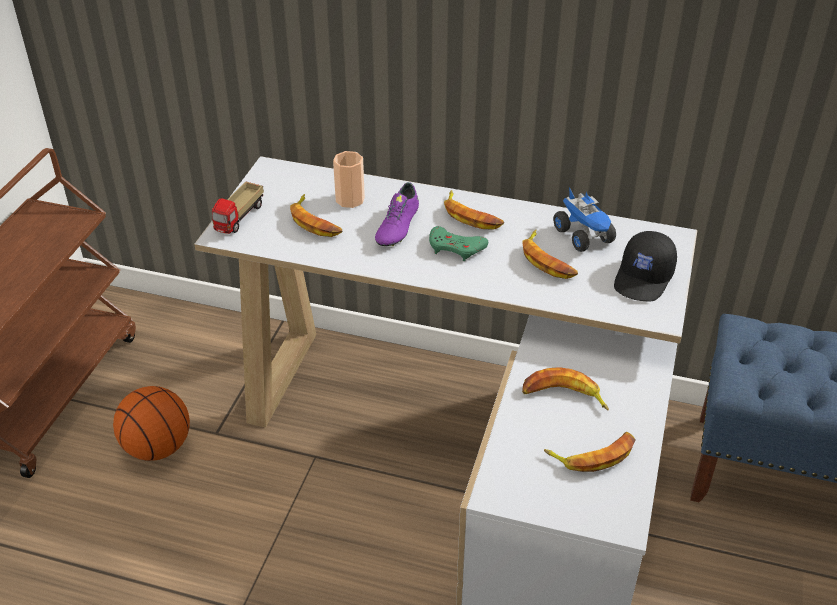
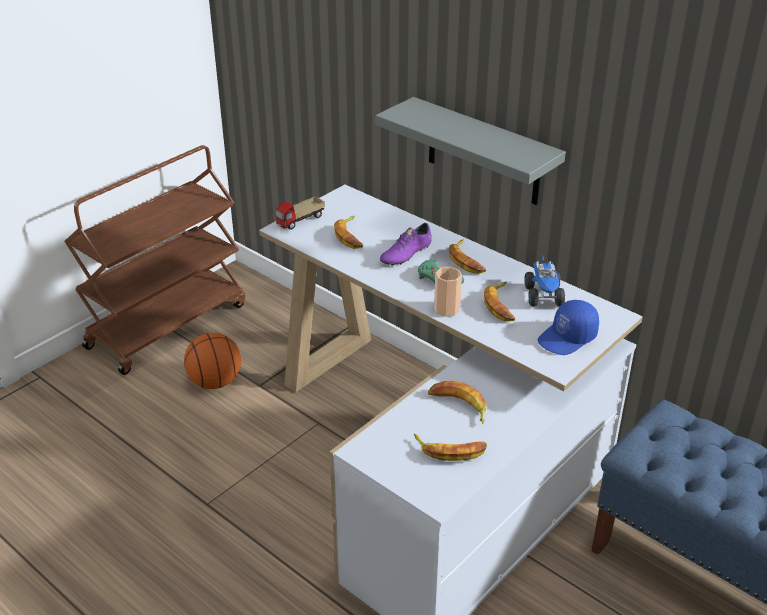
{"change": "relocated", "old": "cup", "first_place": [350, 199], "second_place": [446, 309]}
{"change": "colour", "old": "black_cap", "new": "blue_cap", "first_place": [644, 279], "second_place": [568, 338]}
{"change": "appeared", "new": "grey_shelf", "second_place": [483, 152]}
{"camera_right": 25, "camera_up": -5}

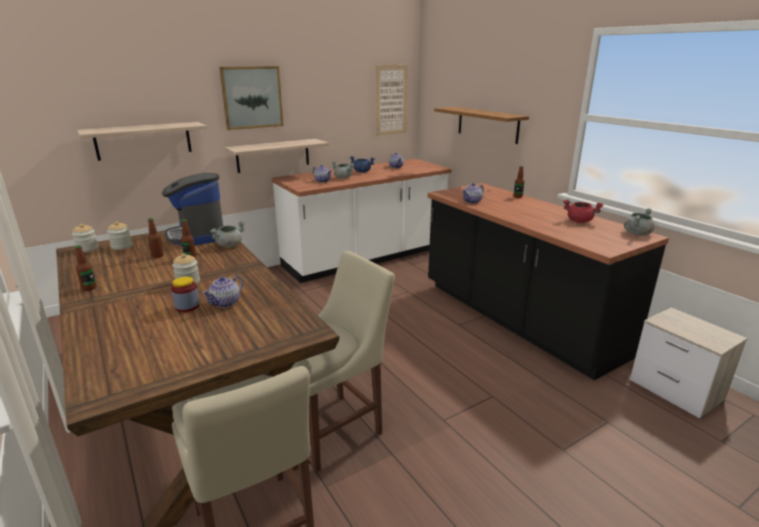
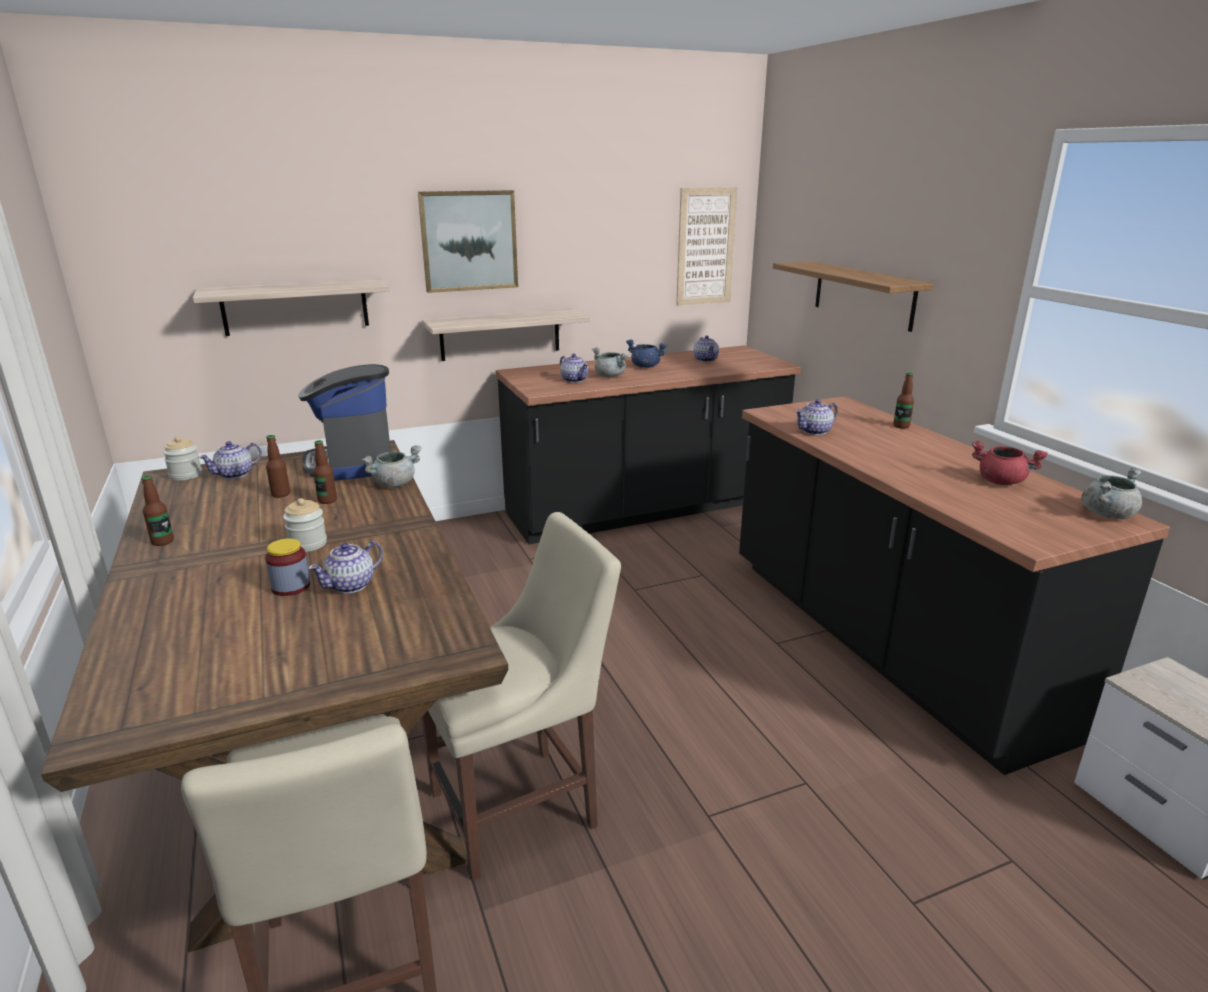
{"change": "colour", "old": "white_counter", "new": "black_counter", "first_place": [366, 258], "second_place": [646, 509]}
{"change": "exchanged", "old": "jar", "new": "teapot", "first_place": [121, 246], "second_place": [235, 474]}
{"camera_right": 10, "camera_up": 0}

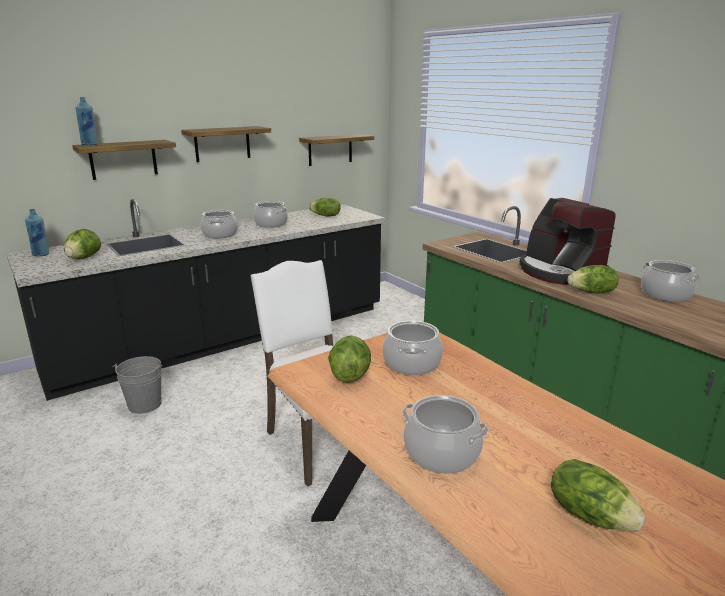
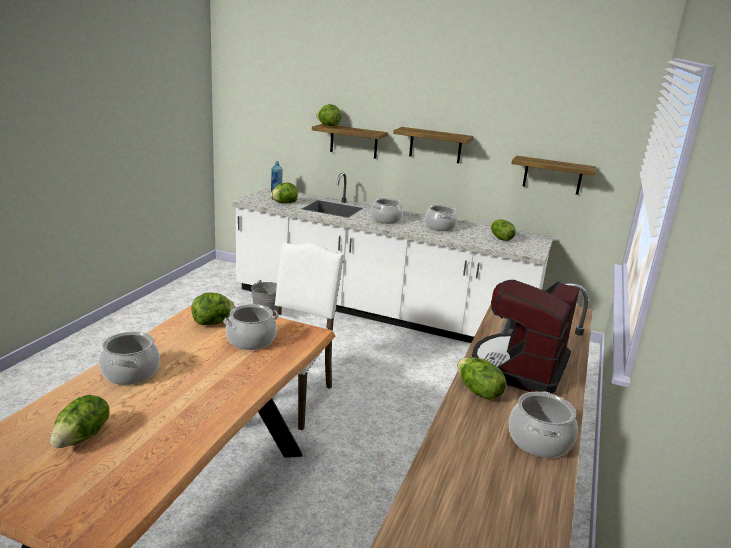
{"change": "exchanged", "old": "blue_bottle", "new": "lettuce", "first_place": [90, 145], "second_place": [328, 125]}
{"change": "colour", "old": "black_counter", "new": "white_counter", "first_place": [227, 339], "second_place": [380, 312]}
{"camera_right": 55, "camera_up": 0}

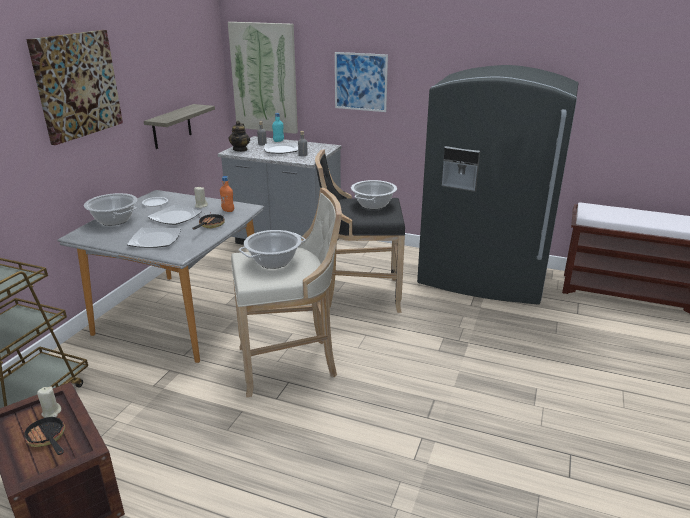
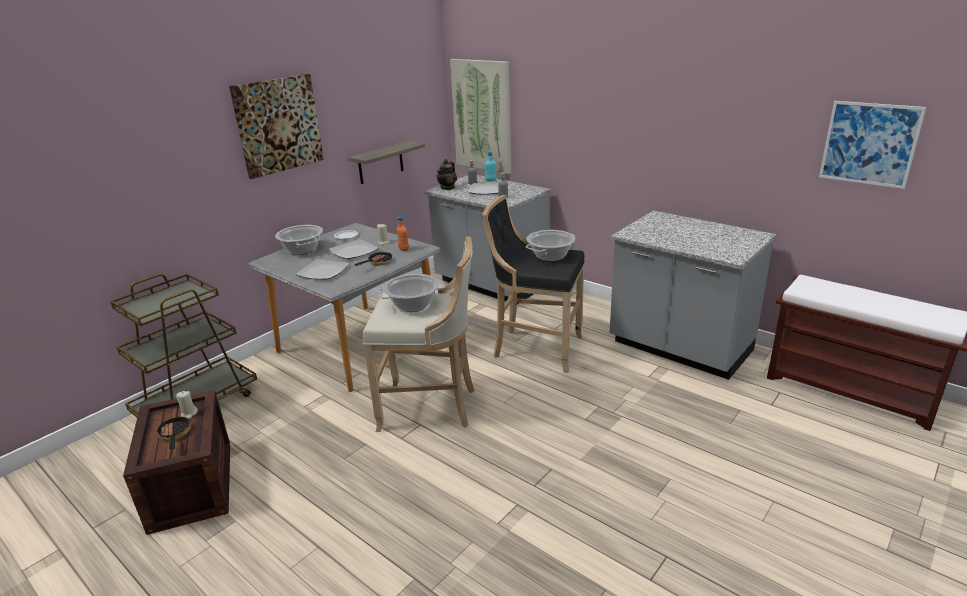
{"change": "relocated", "old": "picture", "first_place": [360, 82], "second_place": [869, 144]}
{"change": "exchanged", "old": "grey_fridge", "new": "grey_counter", "first_place": [482, 278], "second_place": [679, 348]}
{"camera_right": 20, "camera_up": 0}

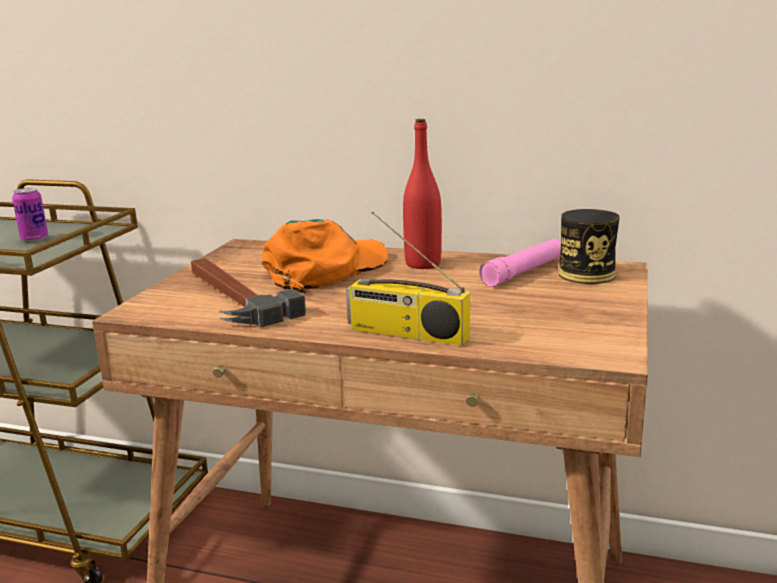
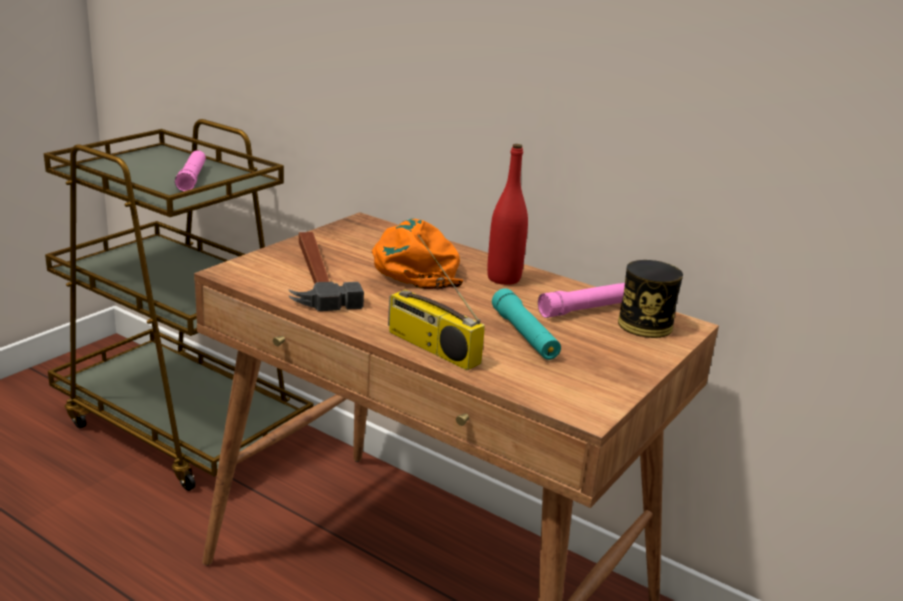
{"change": "exchanged", "old": "can", "new": "pink_flashlight", "first_place": [34, 238], "second_place": [192, 178]}
{"change": "spun", "old": "orange_cap", "first_place": [325, 269], "second_place": [413, 265], "degrees": -75}
{"change": "appeared", "new": "turquoise_flashlight", "second_place": [524, 335]}
{"camera_right": 15, "camera_up": 5}

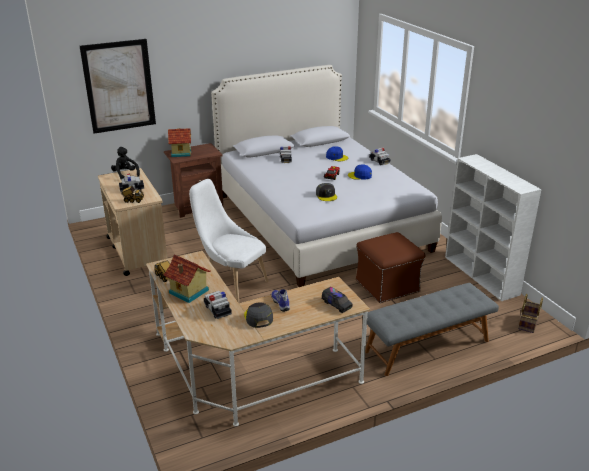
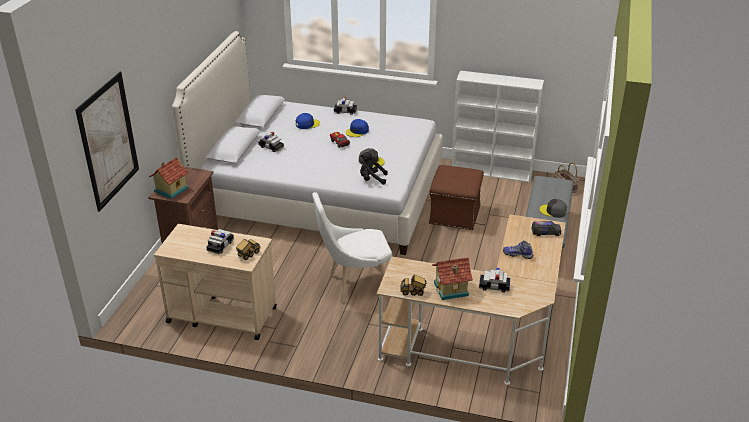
{"change": "relocated", "old": "black_plush_toy", "first_place": [125, 174], "second_place": [372, 179]}
{"change": "relocated", "old": "grey_cap", "first_place": [258, 317], "second_place": [553, 211]}
{"camera_right": -50, "camera_up": 5}

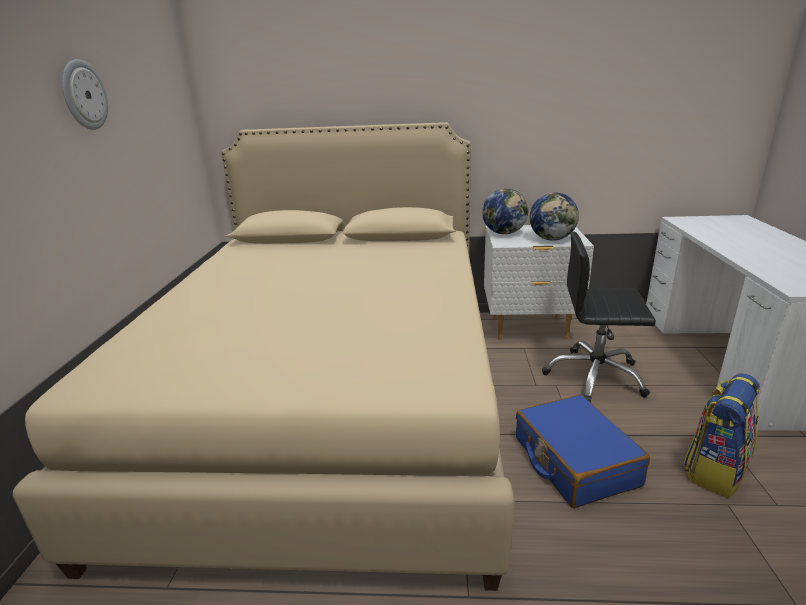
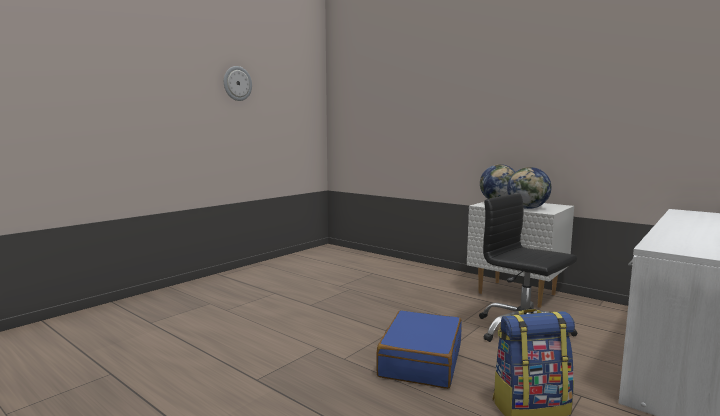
{"change": "missing", "old": "beige_bed", "first_place": [332, 402]}
{"camera_right": 35, "camera_up": -15}

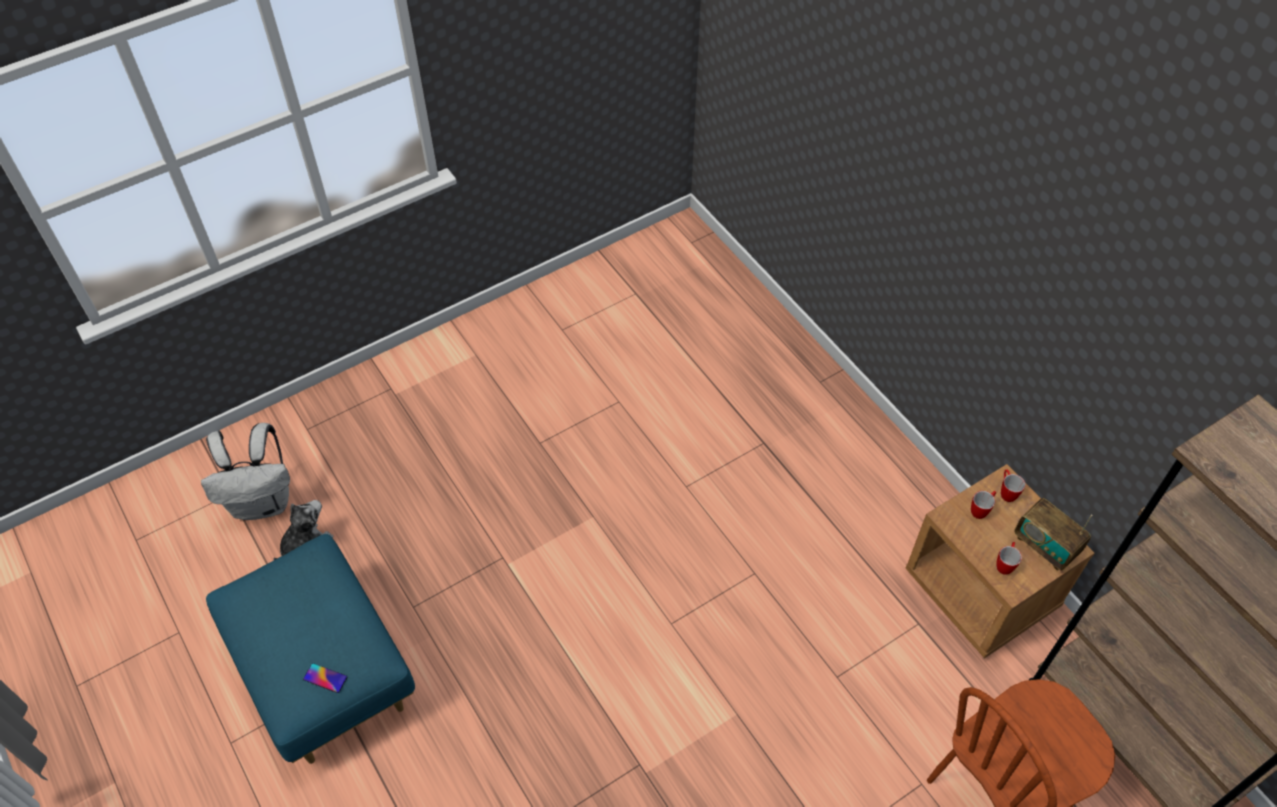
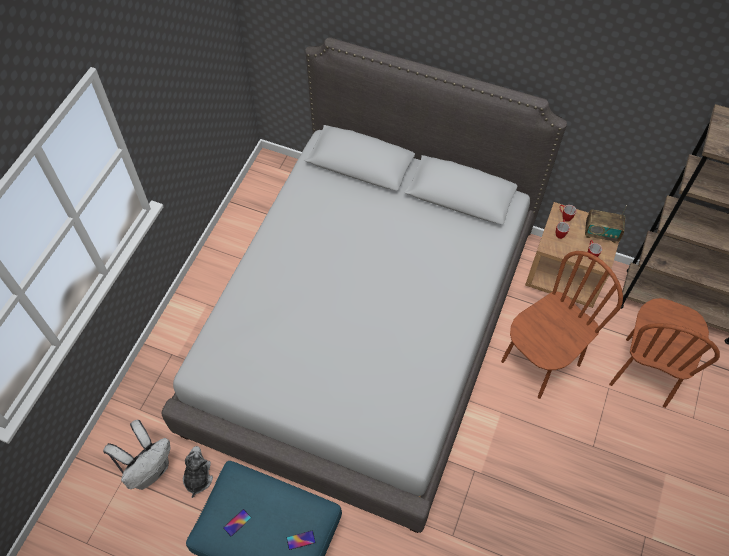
{"change": "appeared", "new": "grey_bed", "second_place": [365, 331]}
{"change": "appeared", "new": "brown_chair", "second_place": [540, 362]}
{"change": "appeared", "new": "phone", "second_place": [237, 522]}
{"camera_right": -35, "camera_up": 5}

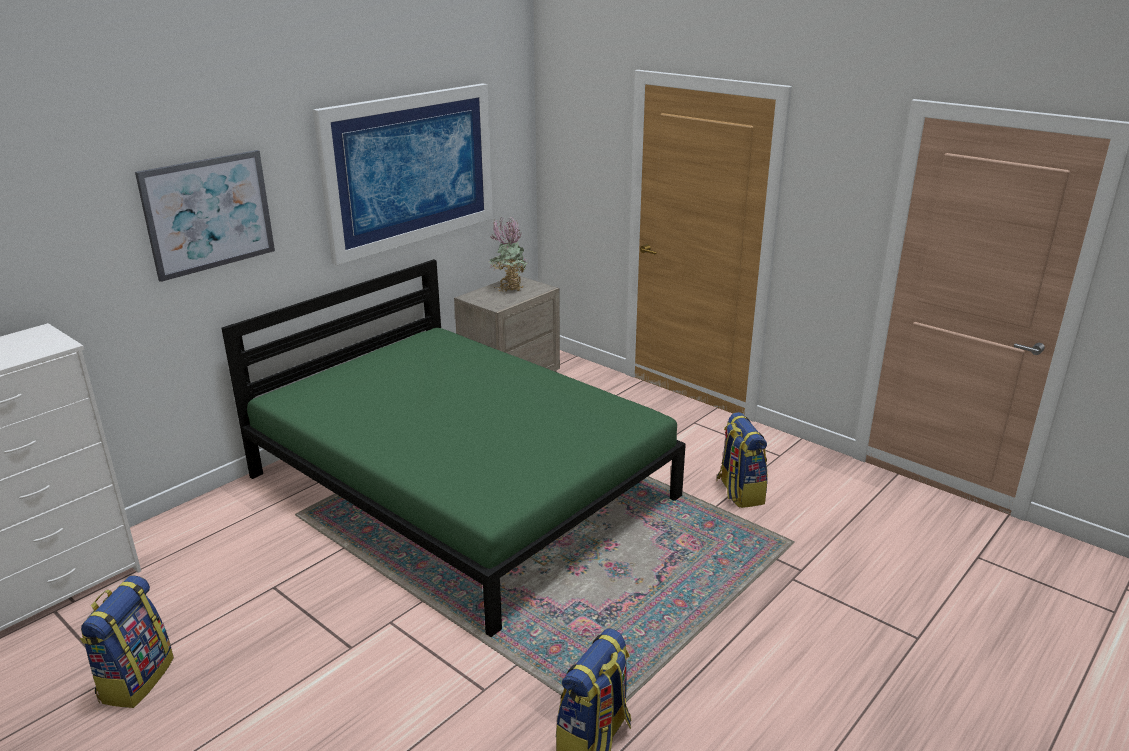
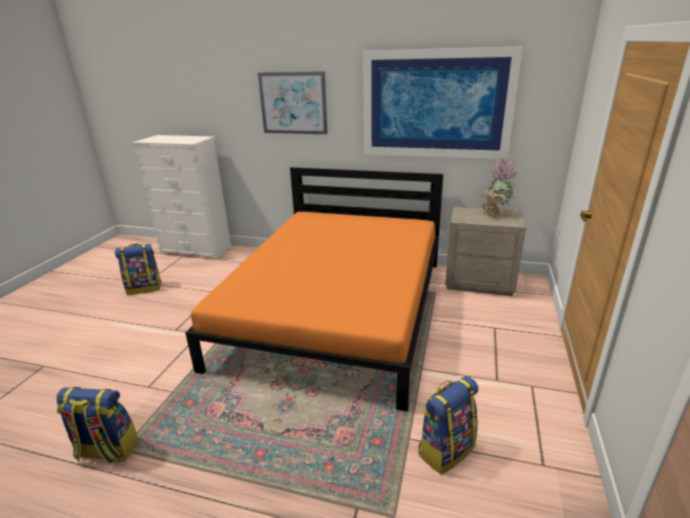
{"change": "colour", "old": "green_bed", "new": "orange_bed", "first_place": [462, 485], "second_place": [338, 309]}
{"camera_right": 65, "camera_up": 0}

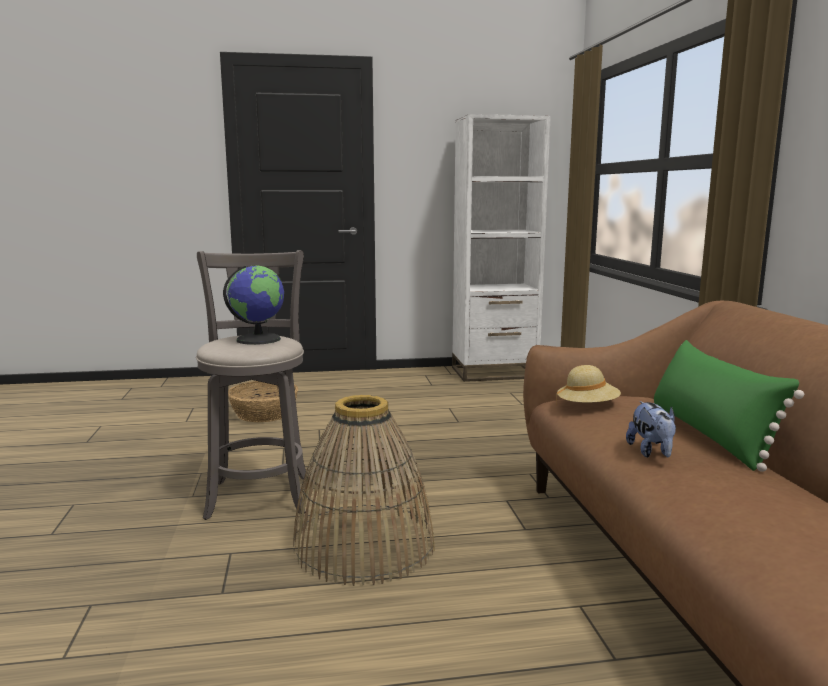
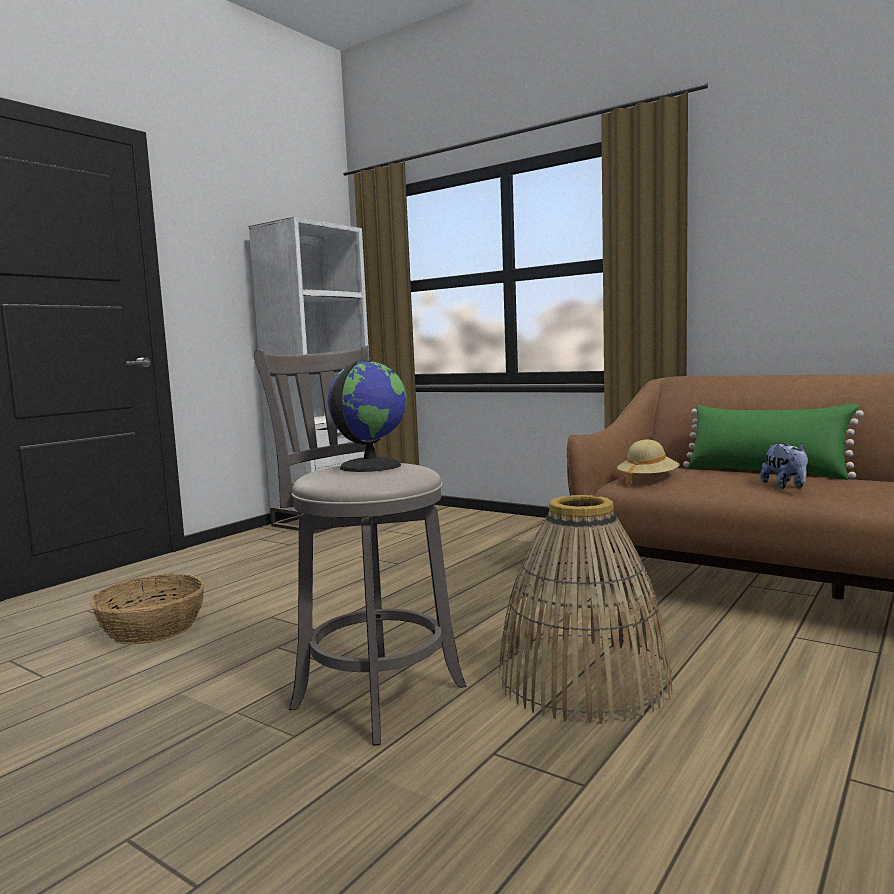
{"change": "spun", "old": "plush_toy", "first_place": [651, 452], "second_place": [785, 486], "degrees": 45}
{"camera_right": -45, "camera_up": -5}

